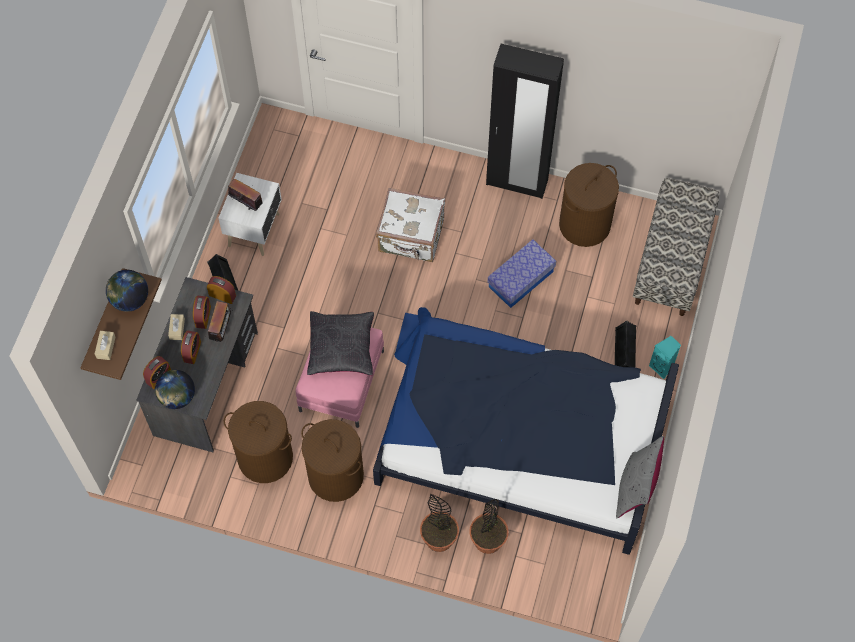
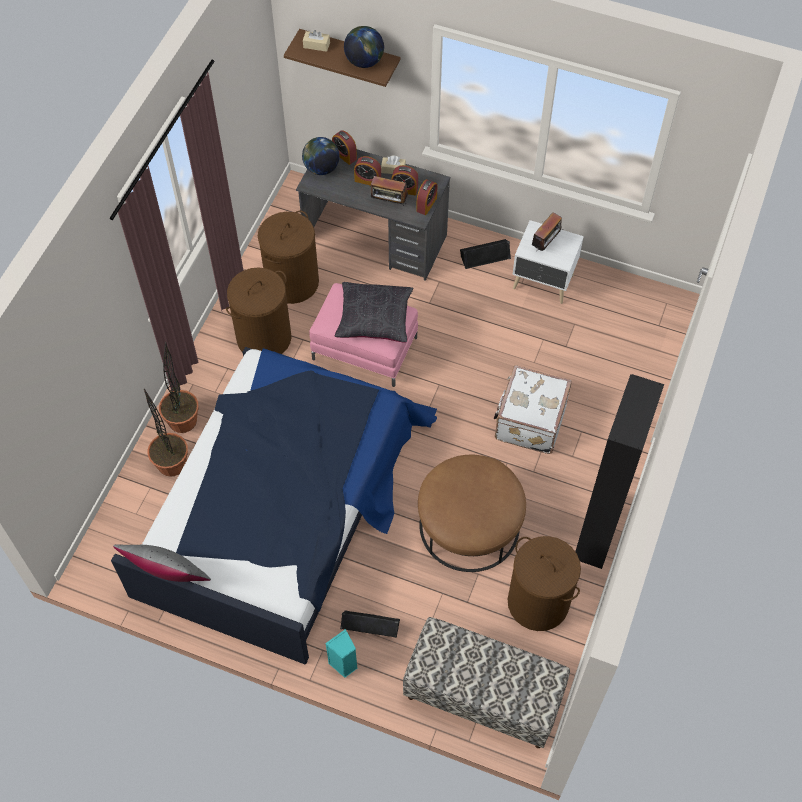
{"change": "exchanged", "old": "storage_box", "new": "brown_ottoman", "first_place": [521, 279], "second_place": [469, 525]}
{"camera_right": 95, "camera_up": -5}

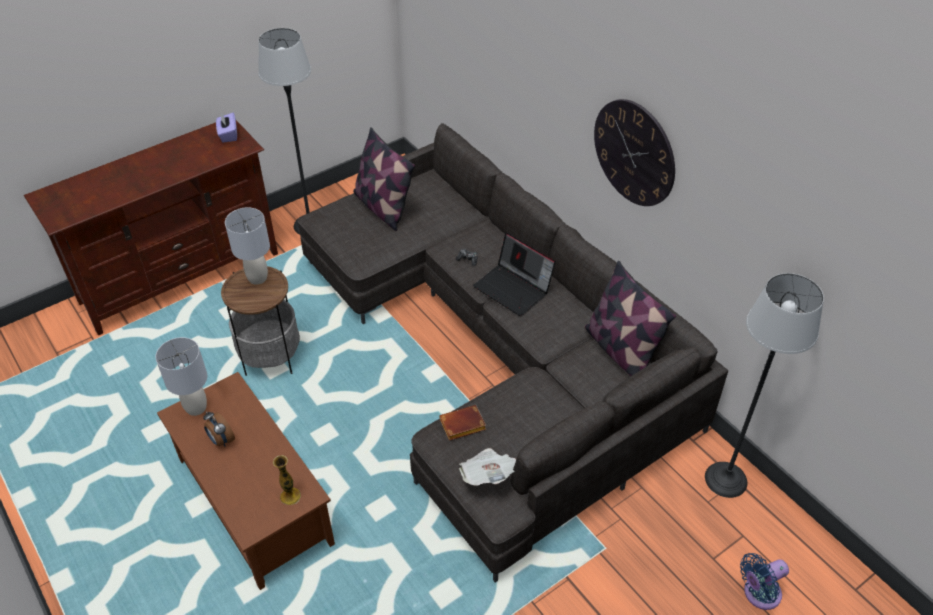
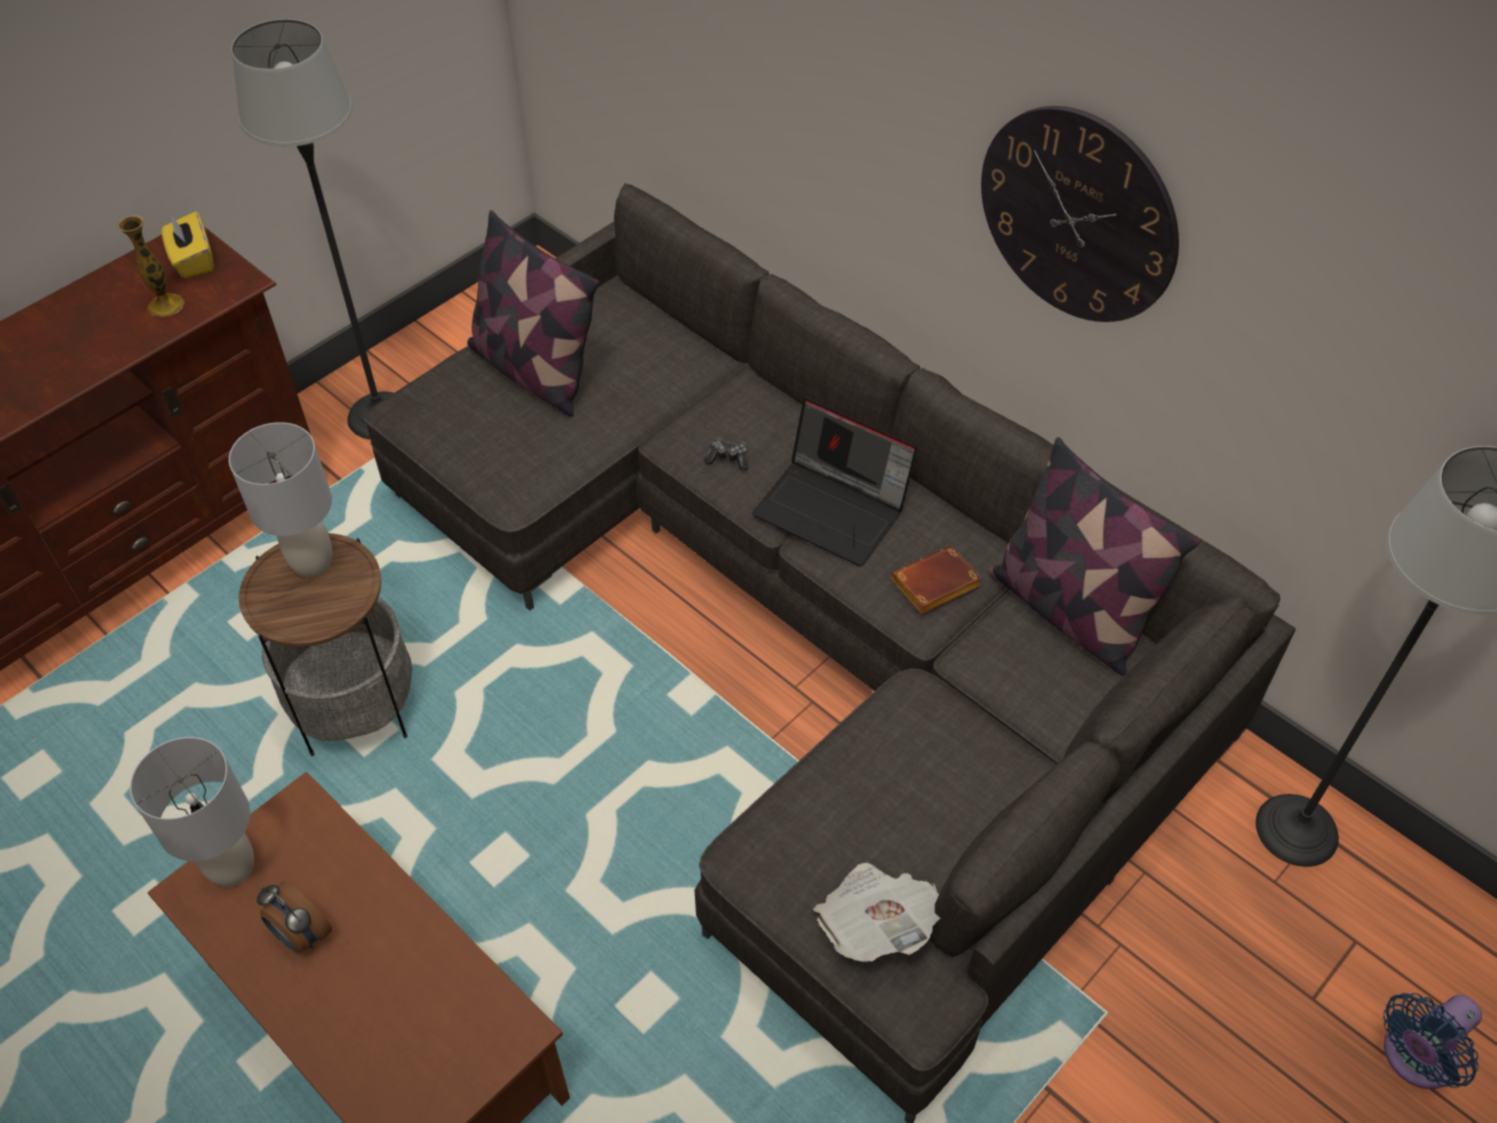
{"change": "colour", "old": "purple_tissue_box", "new": "yellow_tissue_box", "first_place": [228, 135], "second_place": [193, 261]}
{"change": "relocated", "old": "brown_book", "first_place": [461, 426], "second_place": [935, 587]}
{"change": "relocated", "old": "vase", "first_place": [290, 496], "second_place": [166, 305]}
{"camera_right": -10, "camera_up": 5}

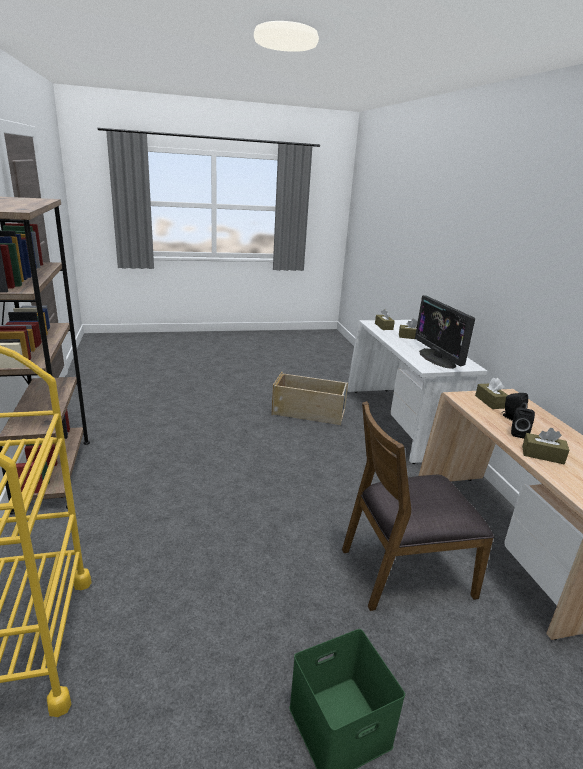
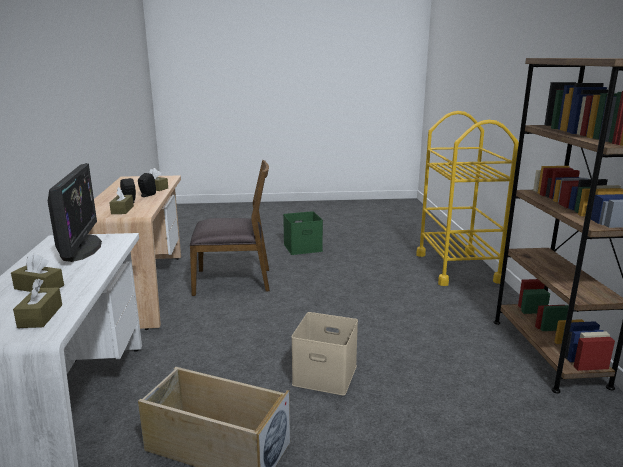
{"change": "appeared", "new": "beige_storage_box", "second_place": [323, 375]}
{"camera_right": -170, "camera_up": -5}

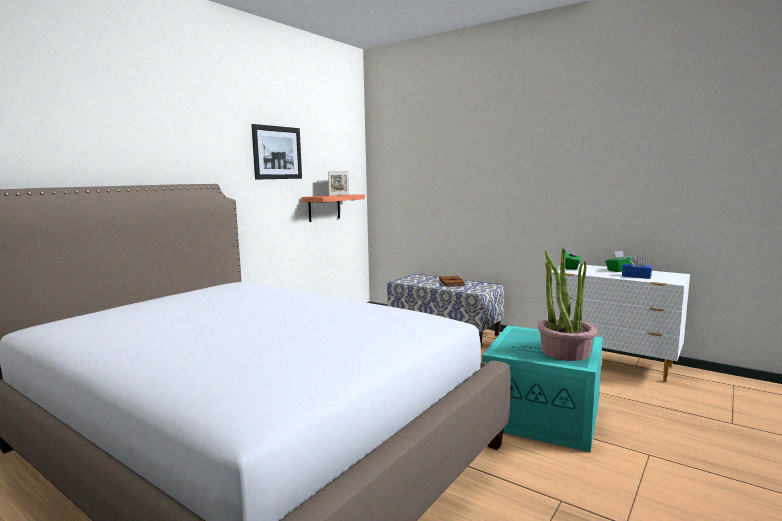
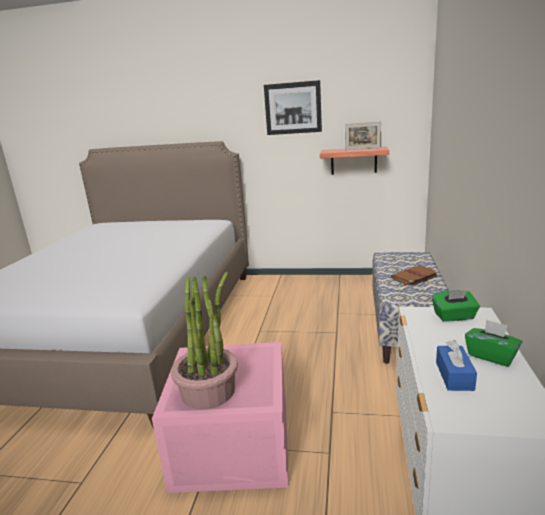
{"change": "colour", "old": "turquoise_storage_box", "new": "pink_storage_box", "first_place": [544, 415], "second_place": [234, 445]}
{"camera_right": 65, "camera_up": 10}

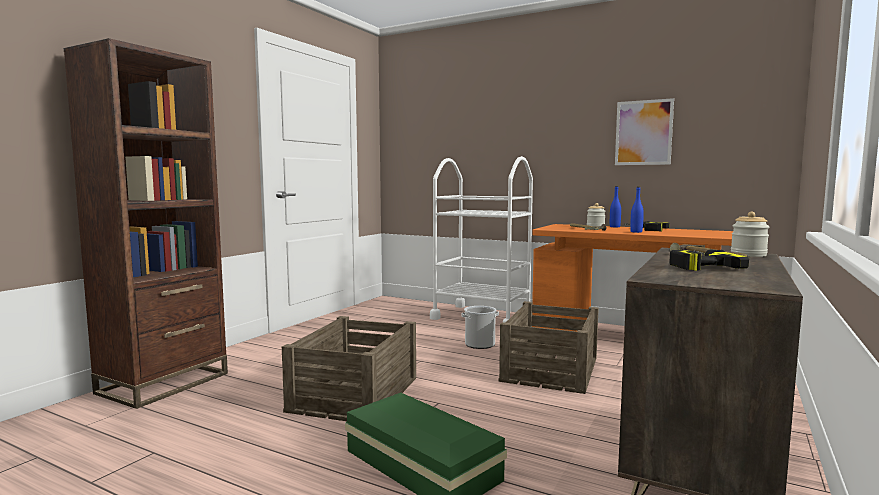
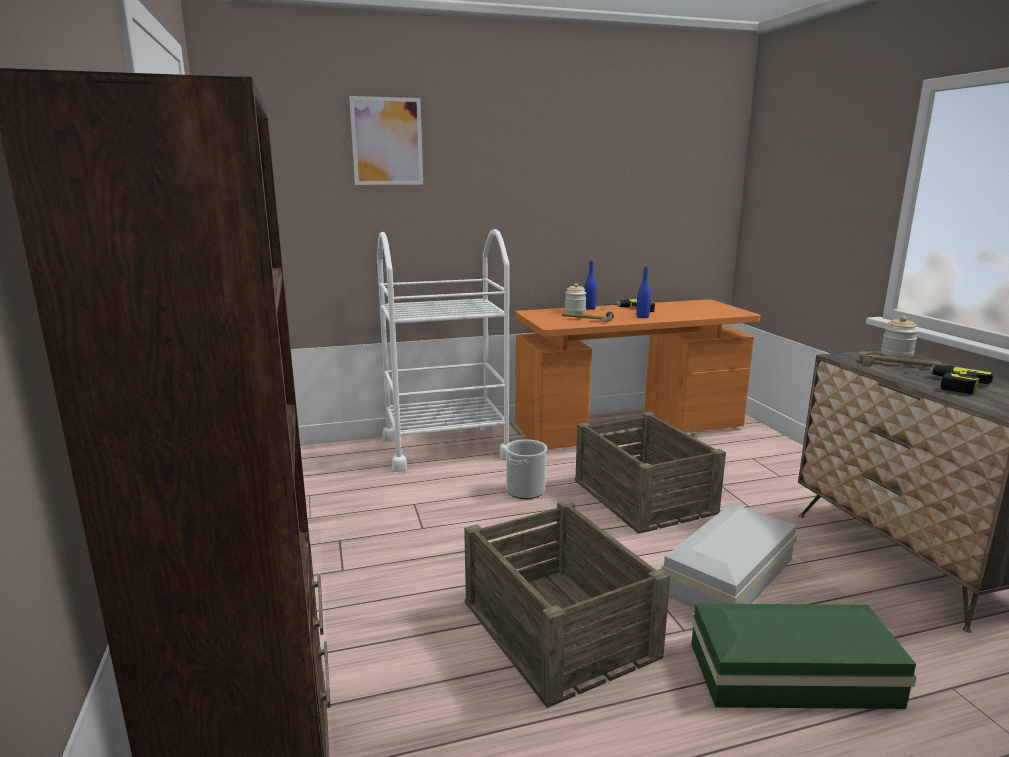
{"change": "relocated", "old": "picture", "first_place": [643, 132], "second_place": [387, 141]}
{"change": "appeared", "new": "white_storage_box", "second_place": [732, 575]}
{"camera_right": -45, "camera_up": 10}

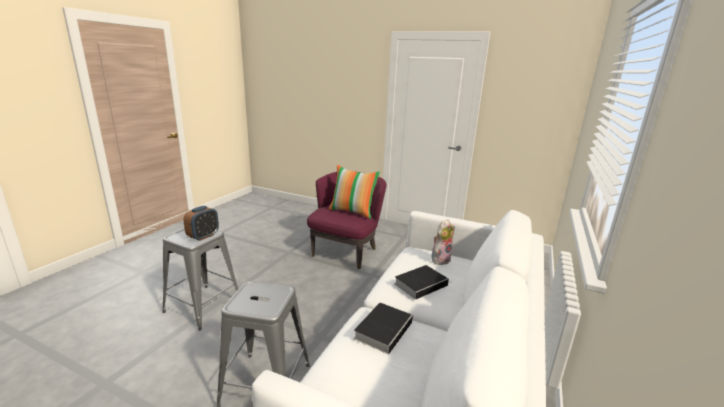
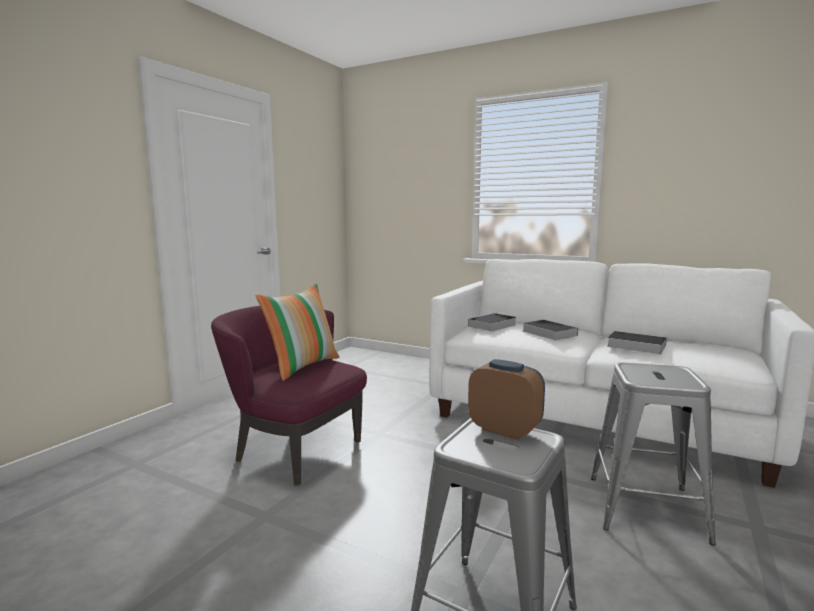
{"change": "exchanged", "old": "plush_toy", "new": "book", "first_place": [440, 259], "second_place": [491, 325]}
{"camera_right": -85, "camera_up": -10}

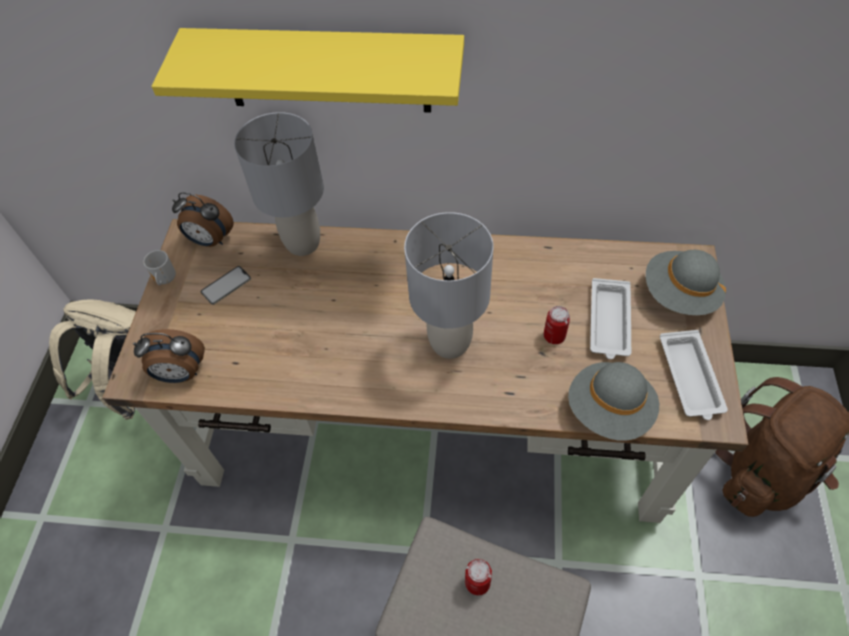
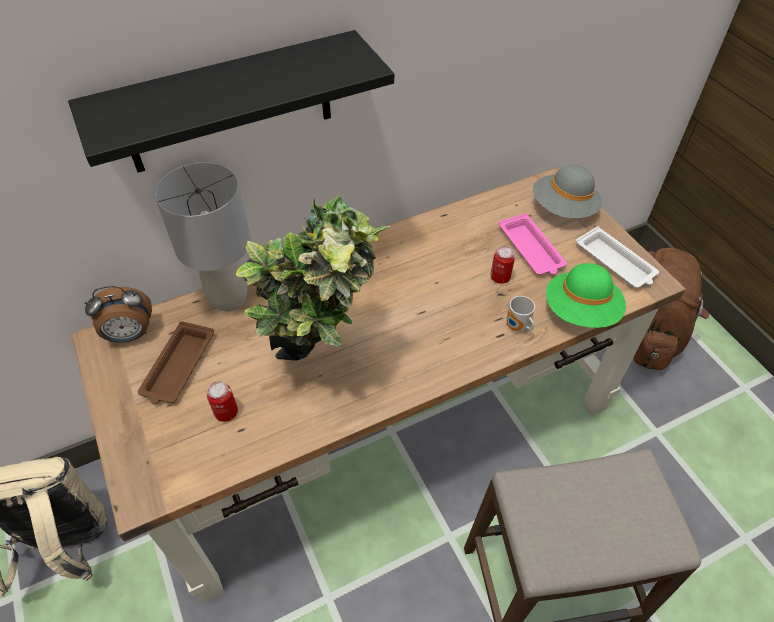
{"change": "colour", "old": "yellow_shelf", "new": "black_shelf", "first_place": [326, 71], "second_place": [229, 104]}
{"change": "missing", "old": "grey_table_lamp", "first_place": [449, 343]}
{"change": "relocated", "old": "mug", "first_place": [165, 280], "second_place": [517, 327]}
{"change": "exchanged", "old": "phone", "new": "brown_tray", "first_place": [226, 285], "second_place": [178, 367]}
{"change": "colour", "old": "white_tray", "new": "pink_tray", "first_place": [609, 322], "second_place": [531, 249]}
{"change": "missing", "old": "alarm_clock", "first_place": [181, 373]}
{"change": "colour", "old": "grey_hat", "new": "green_hat", "first_place": [609, 410], "second_place": [581, 311]}
{"change": "relocated", "old": "can", "first_place": [477, 582], "second_place": [226, 412]}
{"change": "appeared", "new": "potted_plant", "second_place": [323, 367]}
{"camera_right": -35, "camera_up": -5}

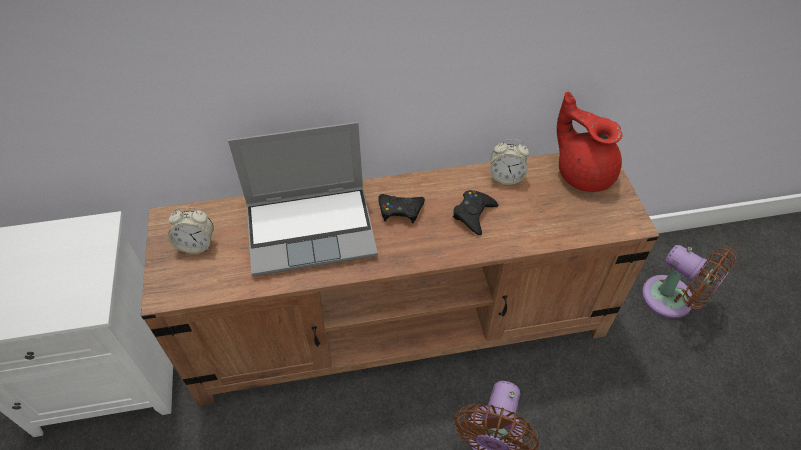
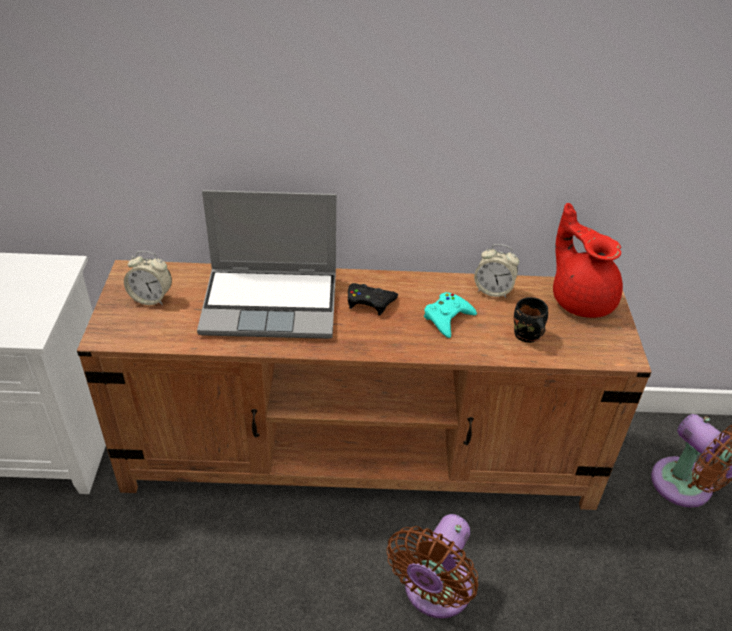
{"change": "colour", "old": "black_game_controller", "new": "turquoise_game_controller", "first_place": [473, 214], "second_place": [447, 318]}
{"change": "appeared", "new": "black_mug", "second_place": [526, 336]}
{"camera_right": 10, "camera_up": -10}

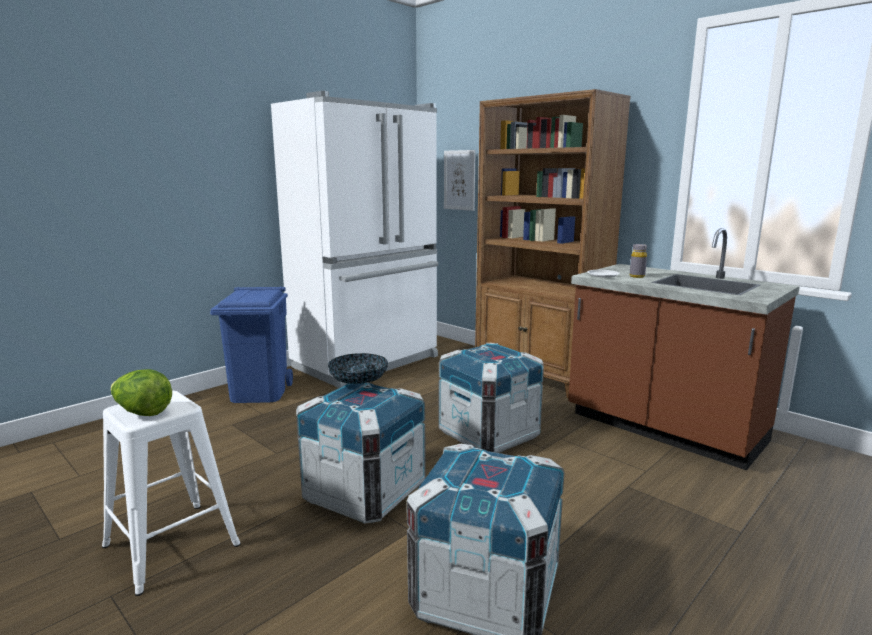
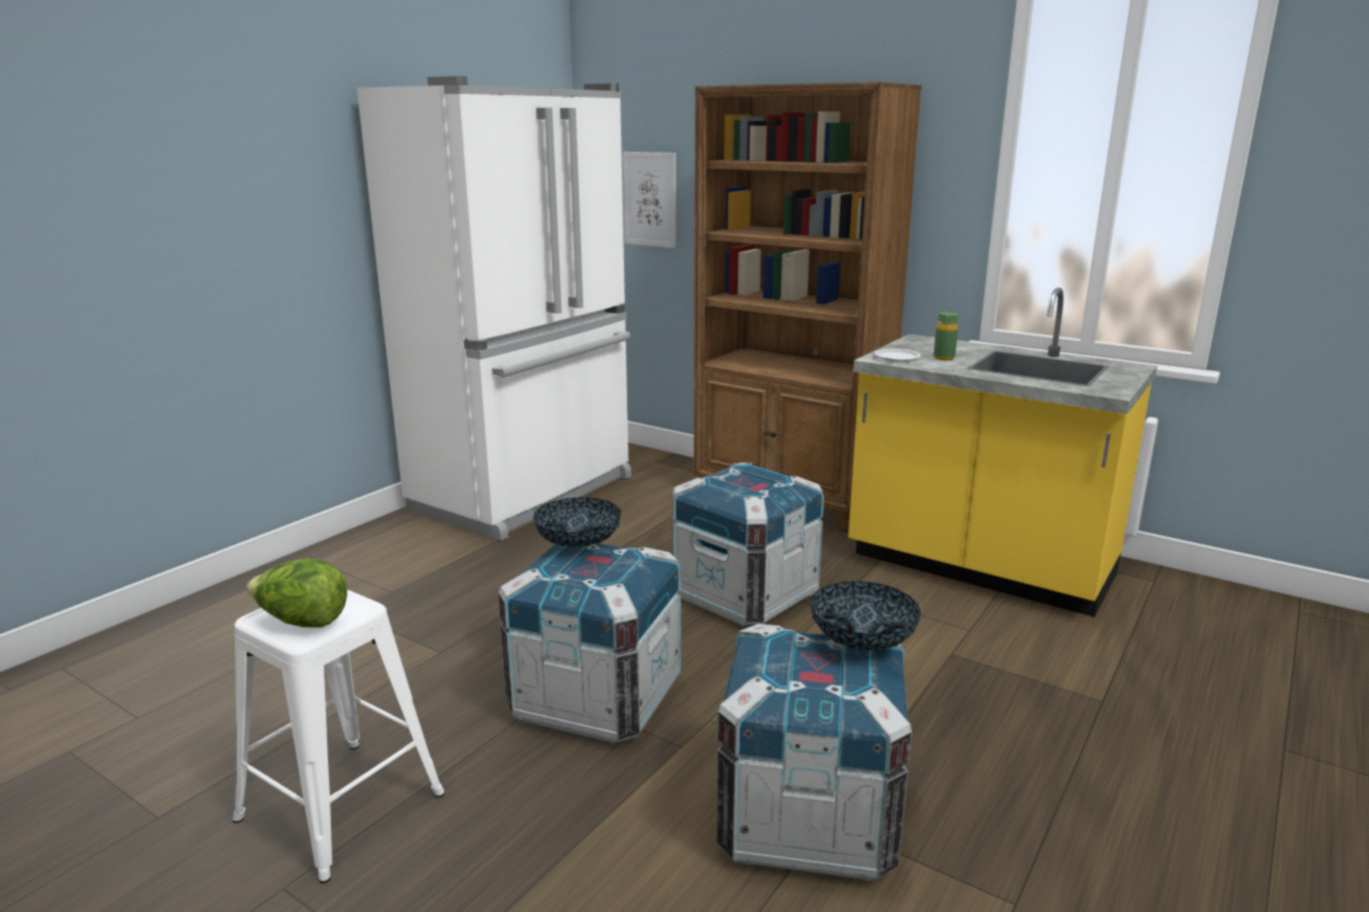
{"change": "colour", "old": "brown_counter", "new": "yellow_counter", "first_place": [663, 429], "second_place": [979, 568]}
{"change": "colour", "old": "grey_bottle", "new": "green_bottle", "first_place": [637, 276], "second_place": [944, 358]}
{"change": "missing", "old": "blue_trash_can", "first_place": [260, 392]}
{"change": "appeared", "new": "bowl", "second_place": [862, 639]}
{"camera_right": -10, "camera_up": 5}

